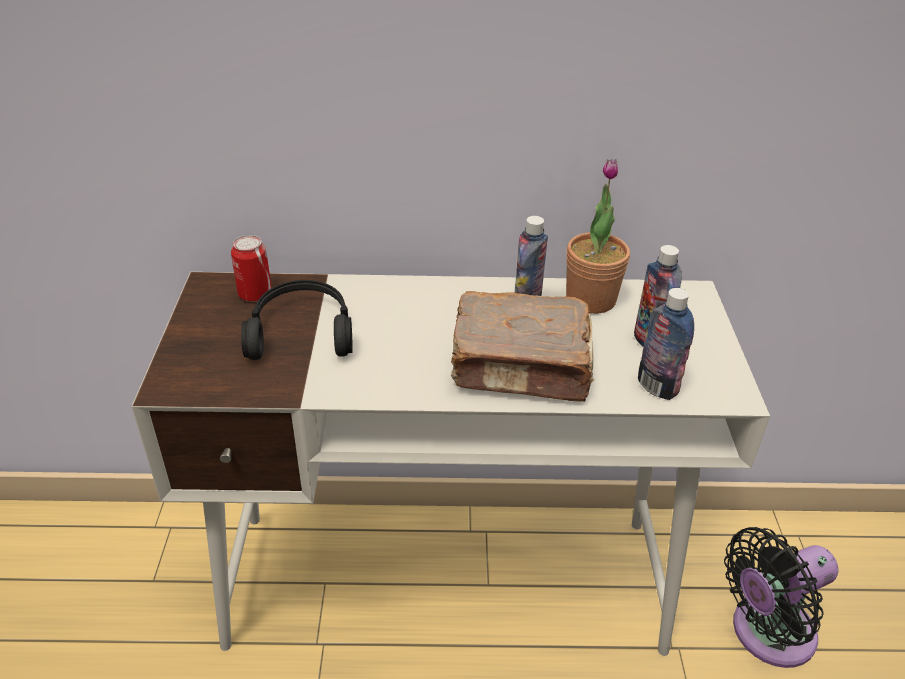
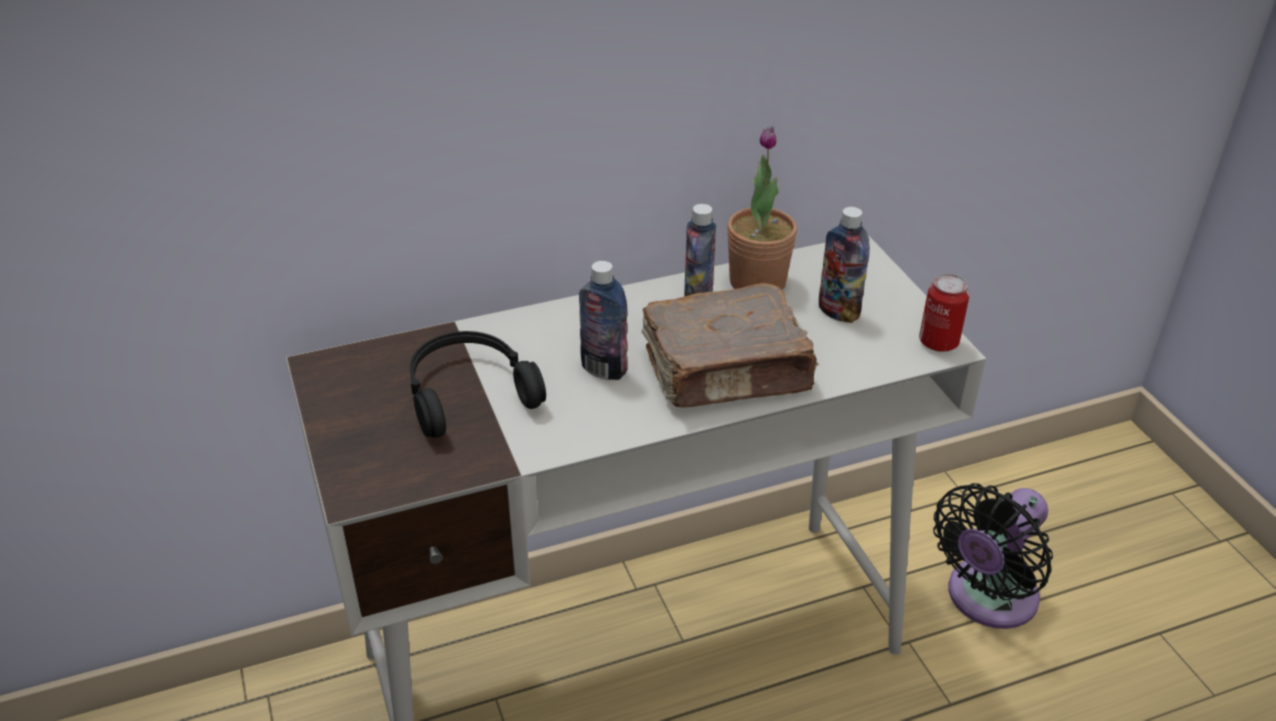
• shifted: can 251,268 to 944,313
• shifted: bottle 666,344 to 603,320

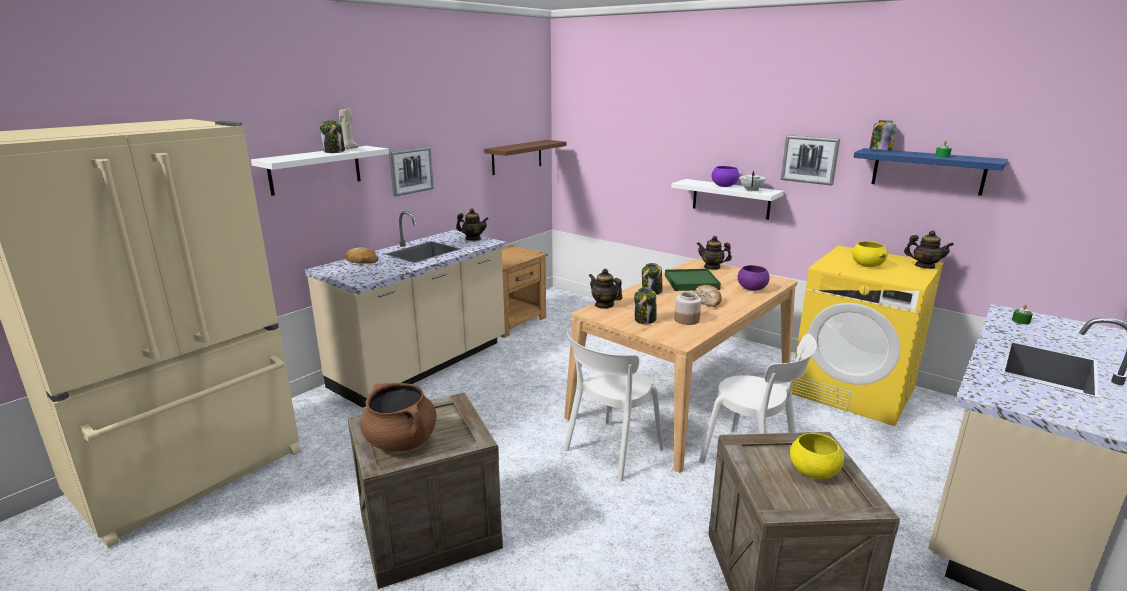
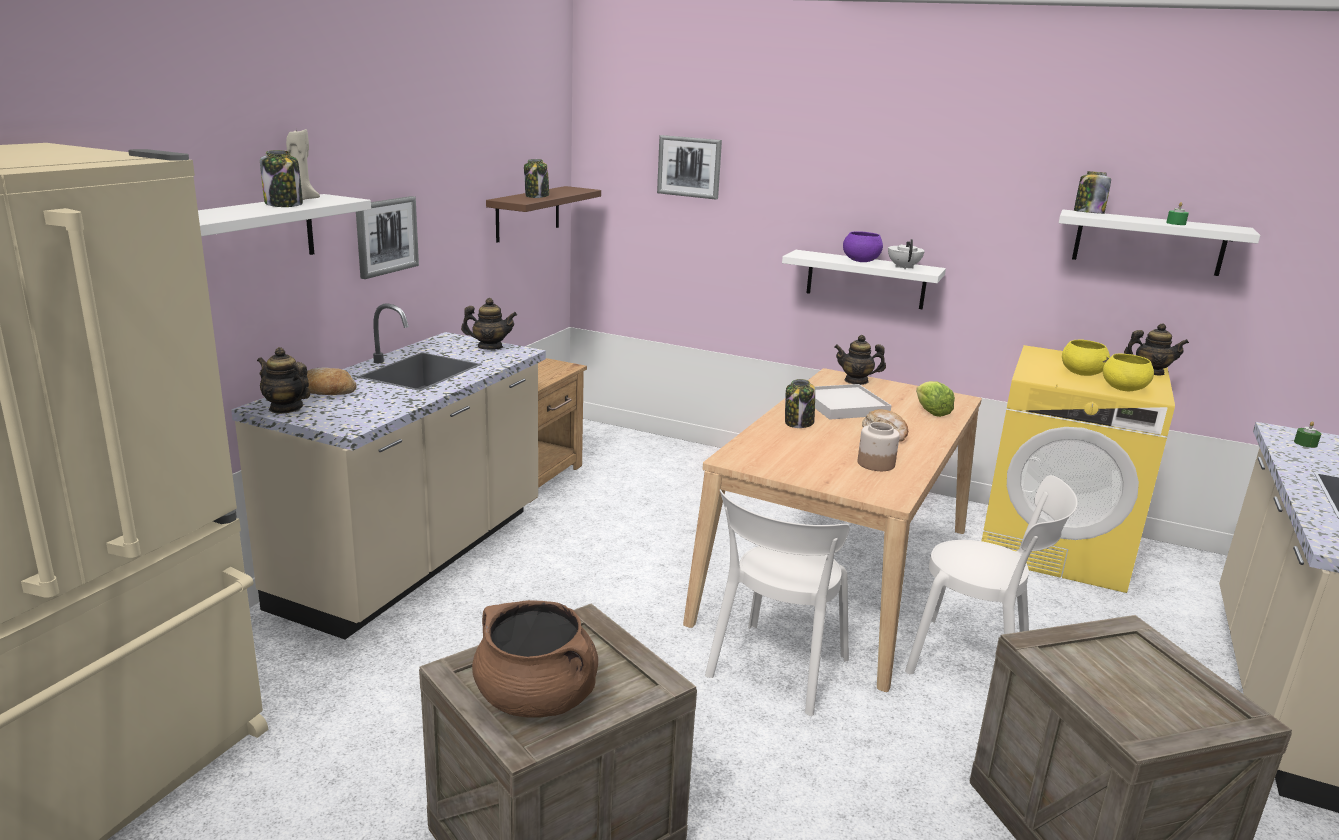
• shifted: teapot 605,289 to 283,380
• shifted: jar 645,305 to 536,178
• shifted: picture 810,160 to 689,167
• shifted: bowl in yellow 817,456 to 1128,372
• swapped: bowl in purple 754,278 to lettuce 935,399
• repainted: tray in green 693,280 to tray in white 853,402
• repainted: shelf in blue 930,172 to shelf in white 1159,243

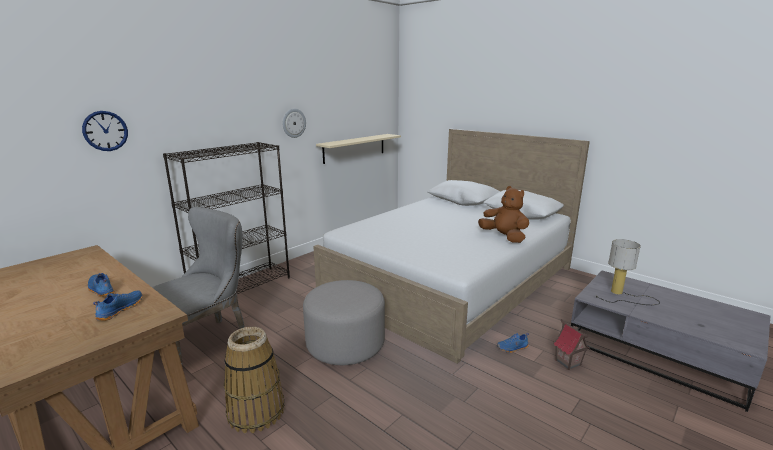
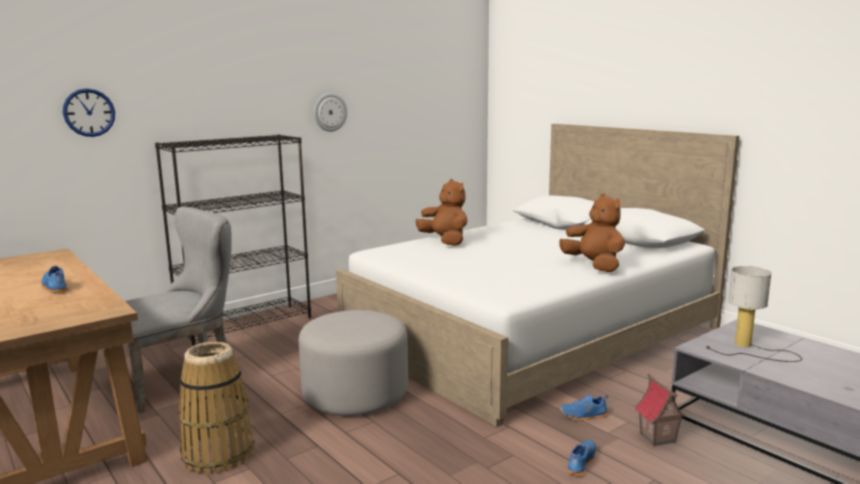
• gone: shelf in beige 358,149
• new: plush toy in brown 441,212
• shifted: shoe in blue 117,305 to 581,458

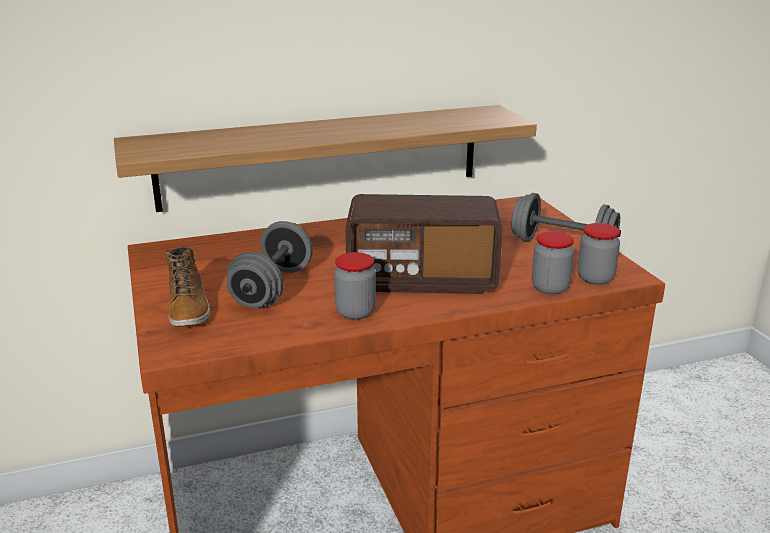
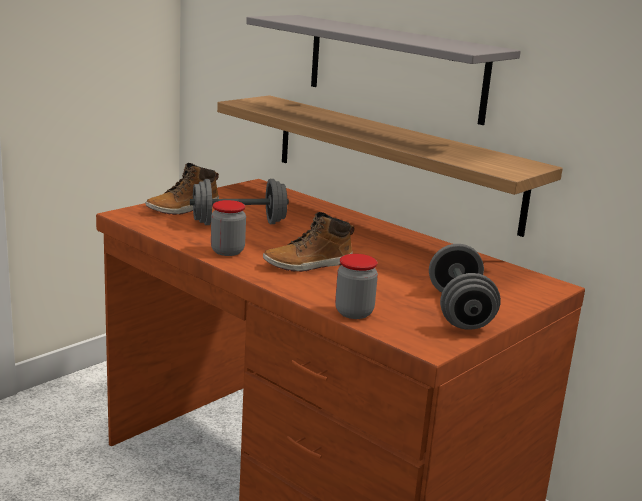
• gone: jar 599,254
• new: shelf in grey 383,70
• swapped: radio 424,244 to boot 309,242

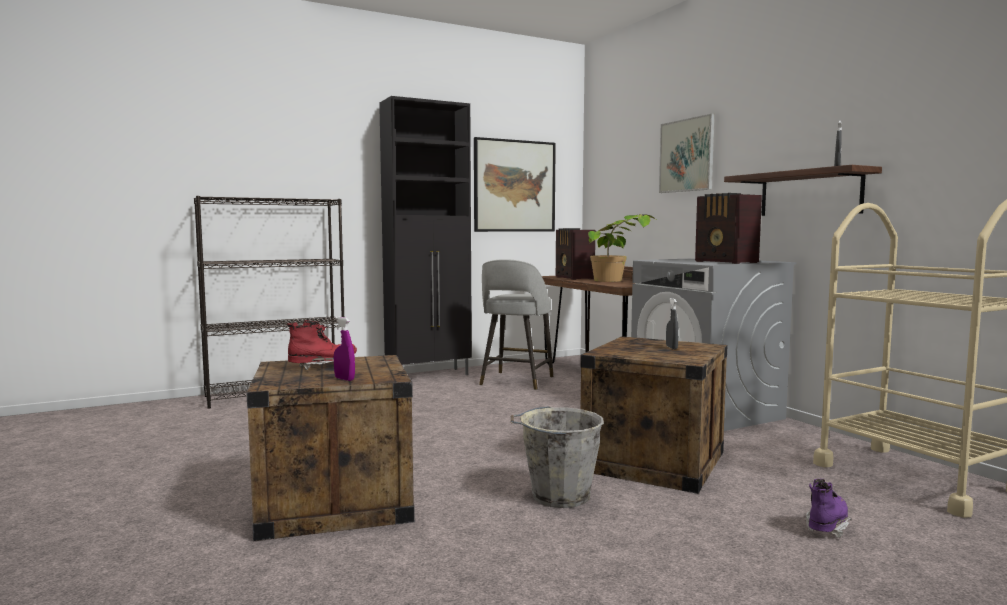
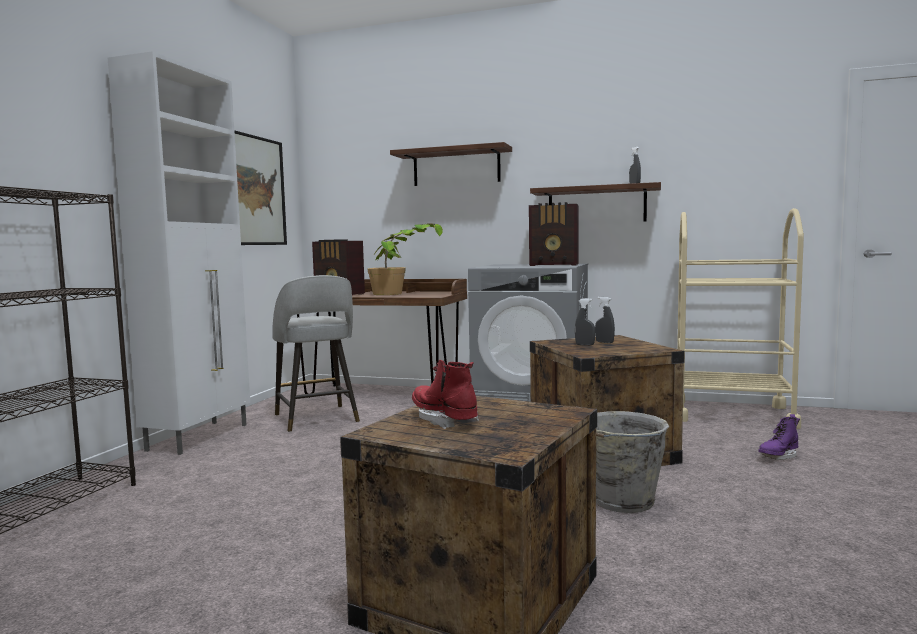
• gone: spray bottle in purple 344,349
• new: spray bottle in grey 585,322
• swapped: picture 687,153 to shelf 451,164
• repainted: cabinet in black 425,235 to cabinet in white 179,253
• rotated: boot in red 322,345 = 445,394 45 degrees counterclockwise
• rotated: boot in purple 829,508 = 779,437 120 degrees counterclockwise

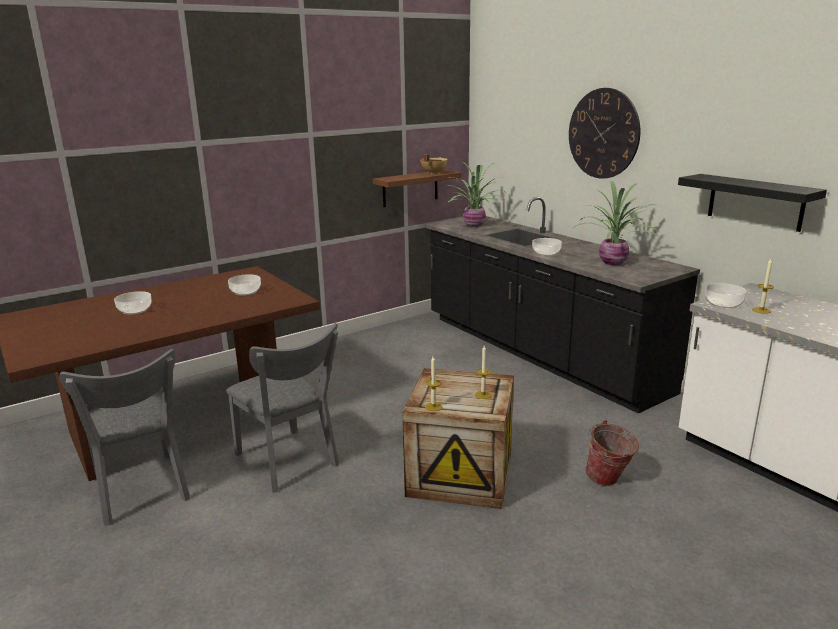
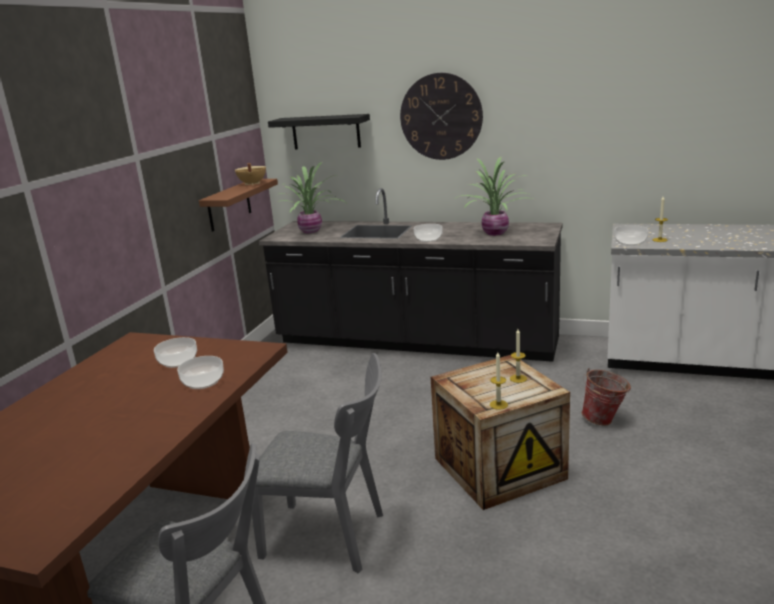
• shifted: bowl 133,303 to 200,372
• shifted: shelf in black 752,203 to 319,132

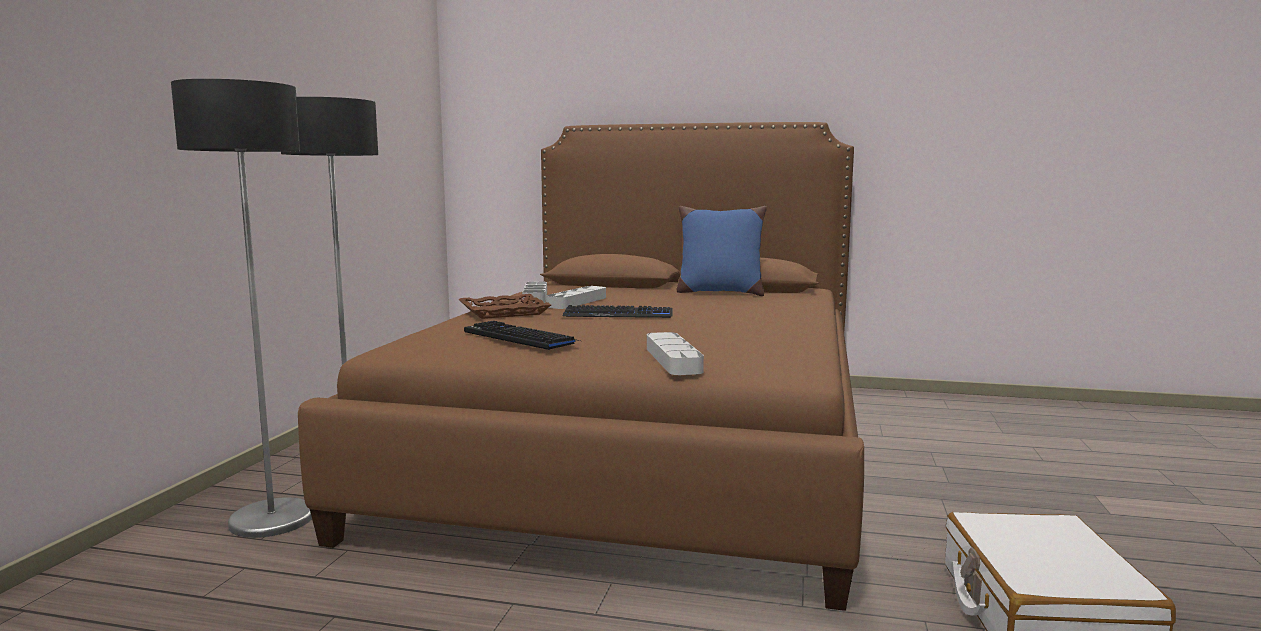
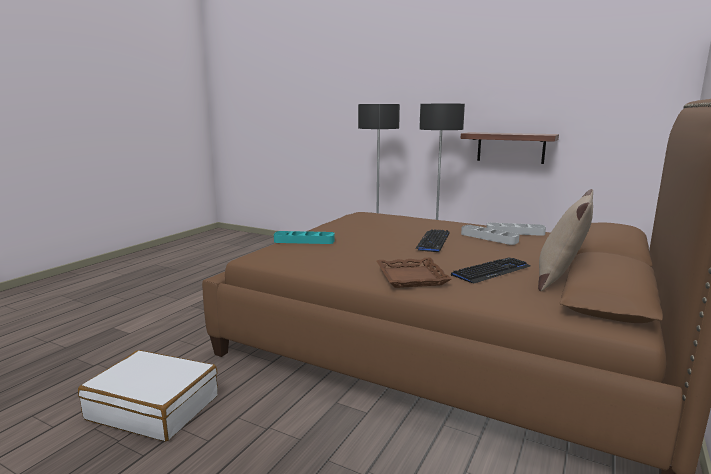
• new: shelf 509,148
• shifted: tray in brown 505,306 to 413,273
• shifted: keyboard 522,335 to 490,270
• repainted: tray in grey 675,353 to tray in turquoise 304,237
• repainted: pillow in blue 722,251 to pillow in beige 565,240

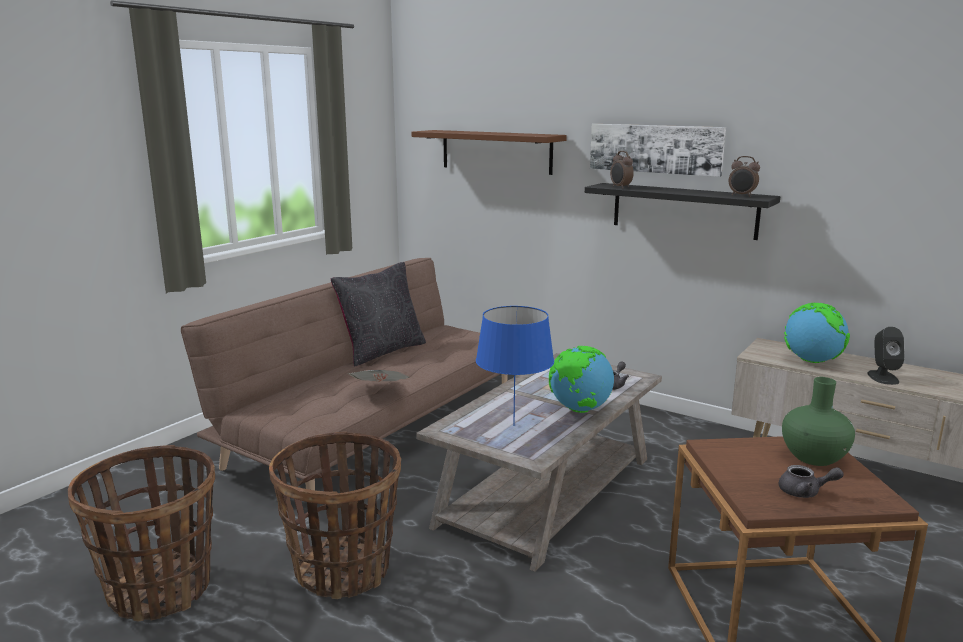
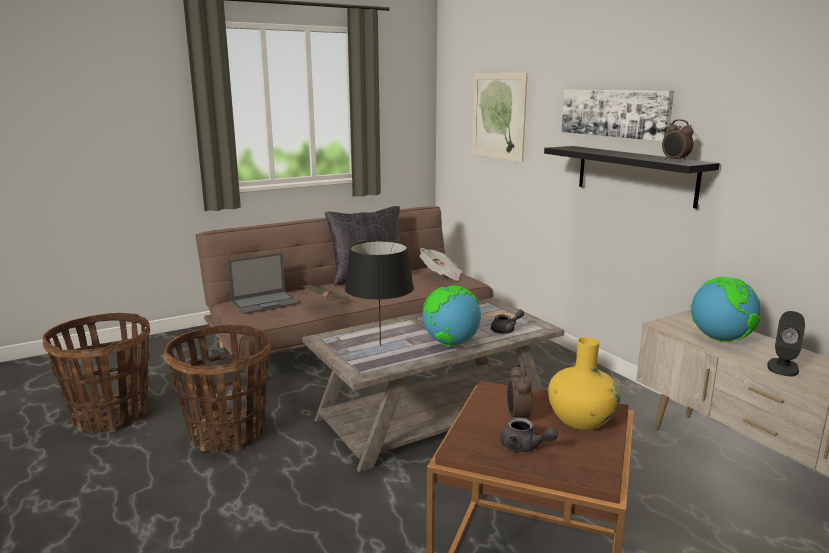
• new: laptop 264,283
• new: newspaper 441,264
• shifted: alarm clock 622,169 to 519,391
• swapped: shelf in brown 489,152 to picture 500,117
• repainted: table lamp in blue 515,366 to table lamp in black 379,293
• repainted: vase in green 818,421 to vase in yellow 584,383

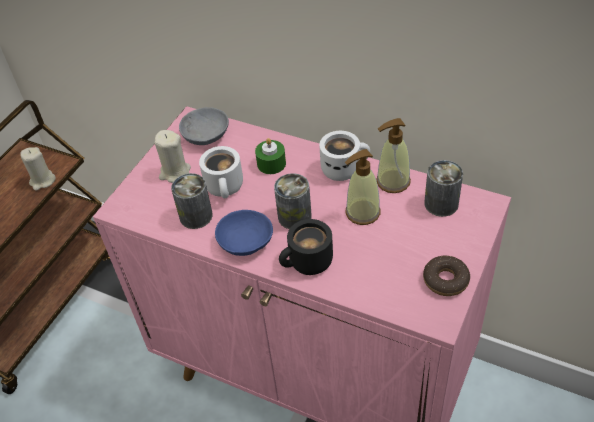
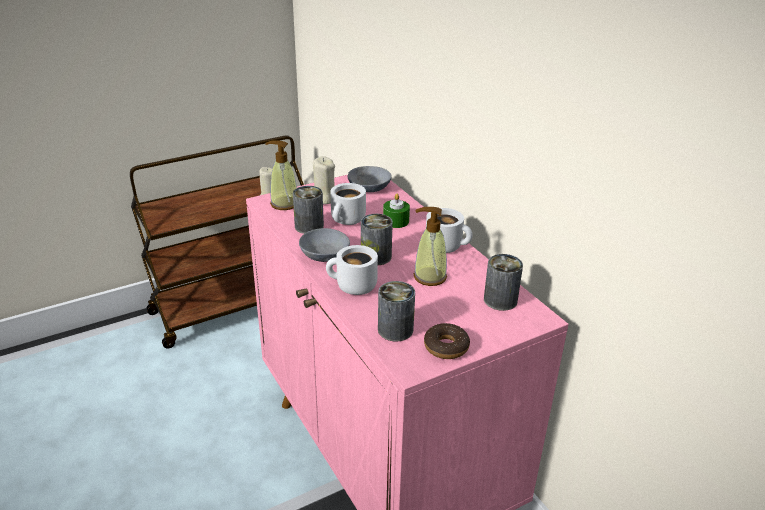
• new: can 396,311
• shifted: soap dispenser 393,155 to 281,175
• repainted: bowl in blue 244,233 to bowl in grey 324,245
• repainted: mug in black 306,247 to mug in white 352,270

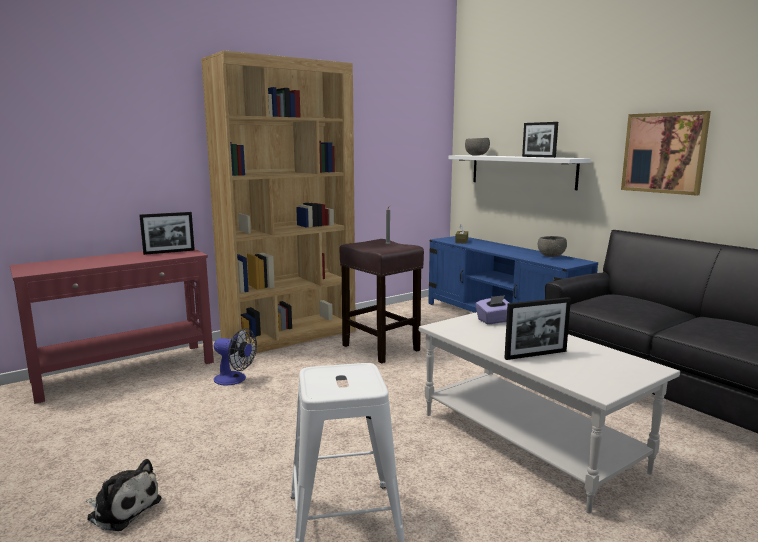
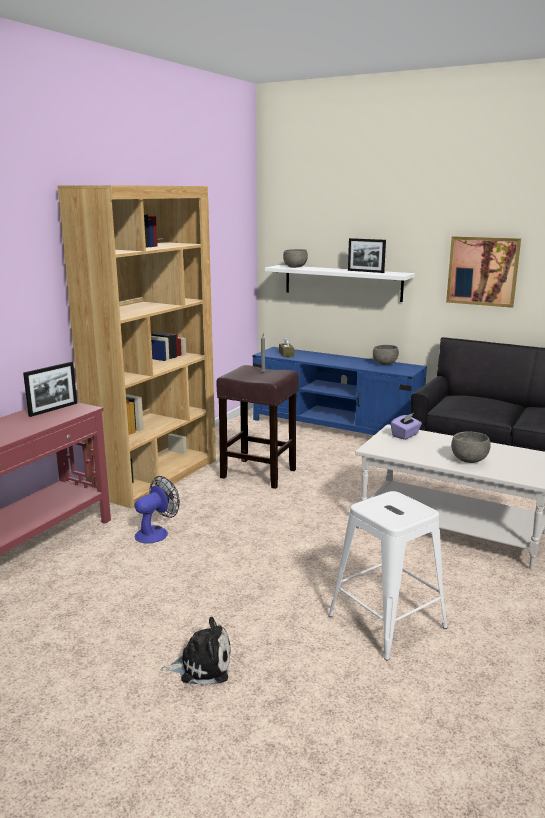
• swapped: picture frame 537,328 to bowl in grey 471,447
• rotated: fan 235,357 = 157,510 45 degrees counterclockwise

